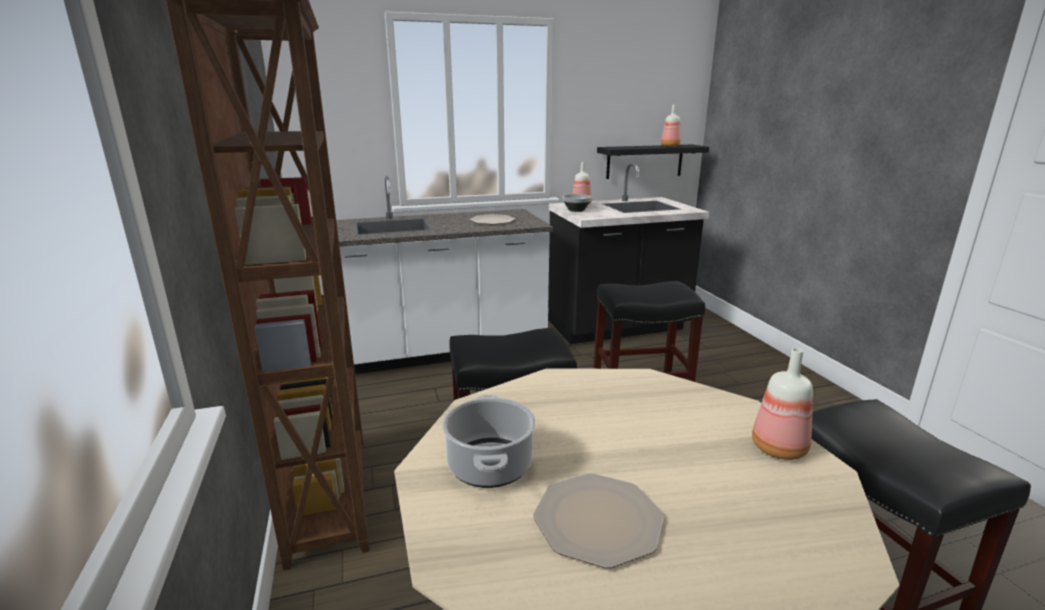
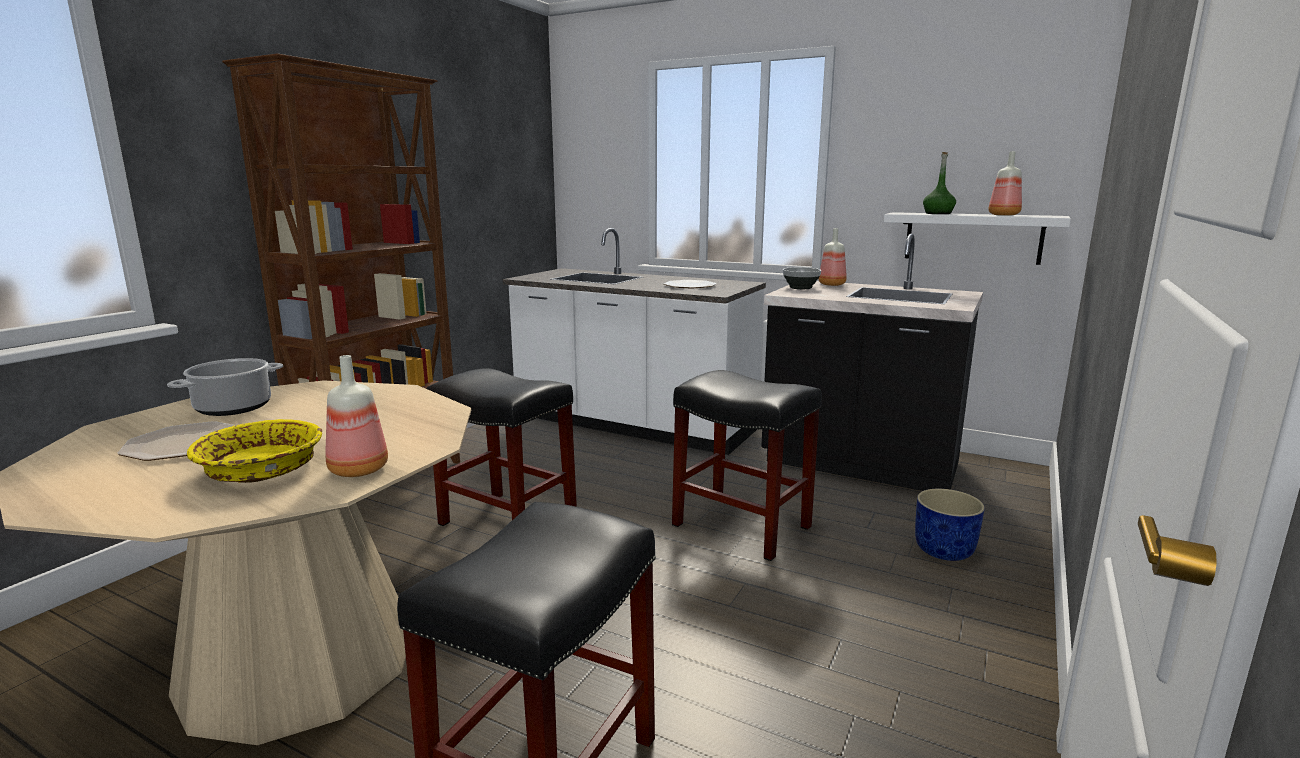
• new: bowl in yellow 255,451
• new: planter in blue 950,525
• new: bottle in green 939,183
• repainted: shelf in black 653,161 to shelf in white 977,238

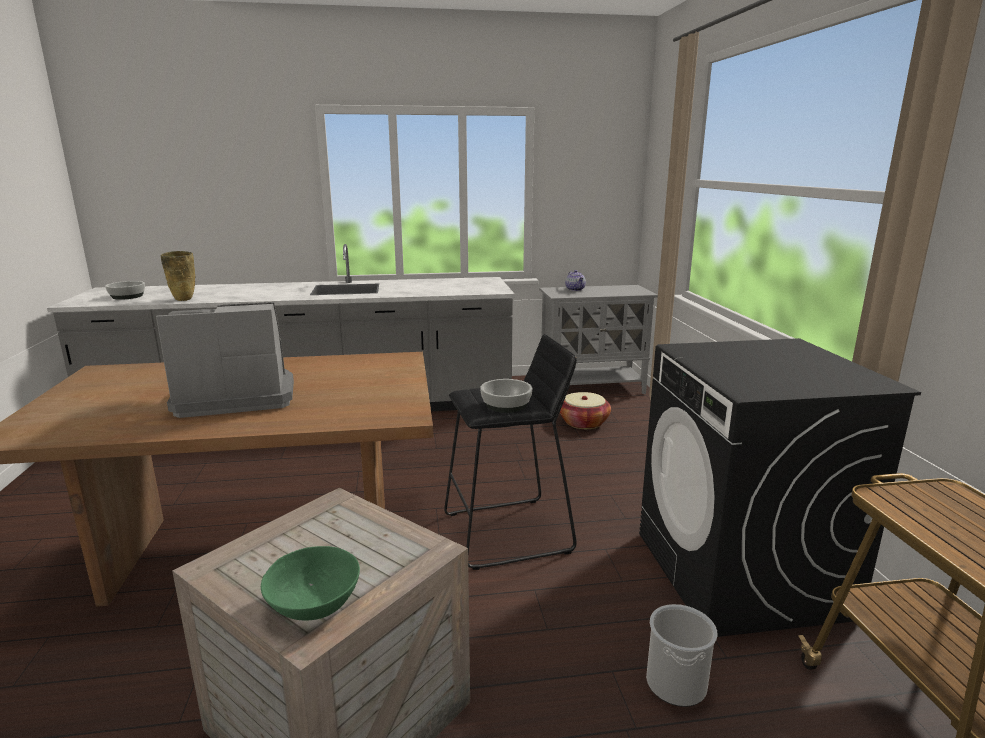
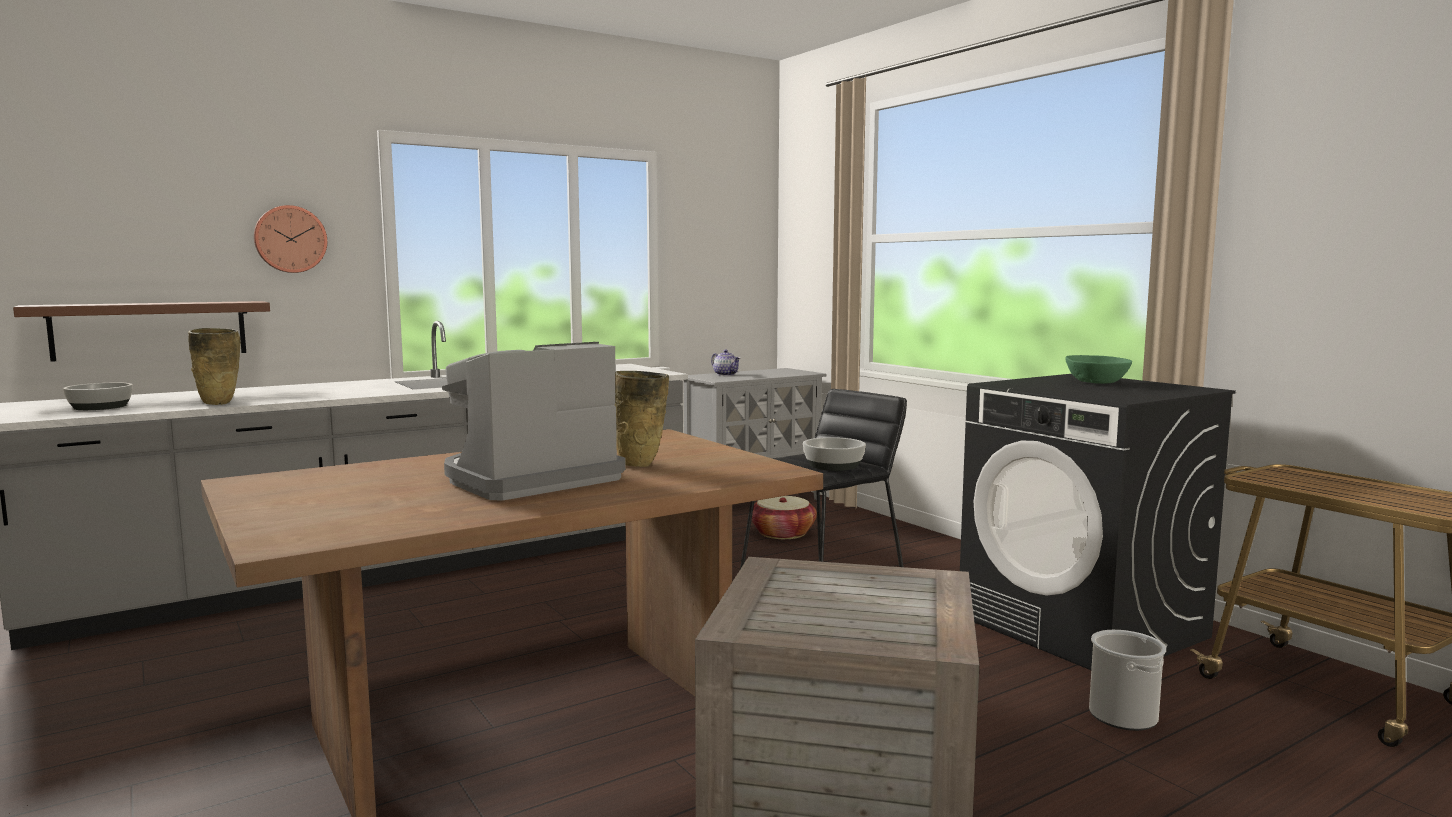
• new: shelf in brown 141,331
• new: wall clock 290,239
• new: vase in beige 642,419
• shifted: bowl in green 310,583 to 1098,369

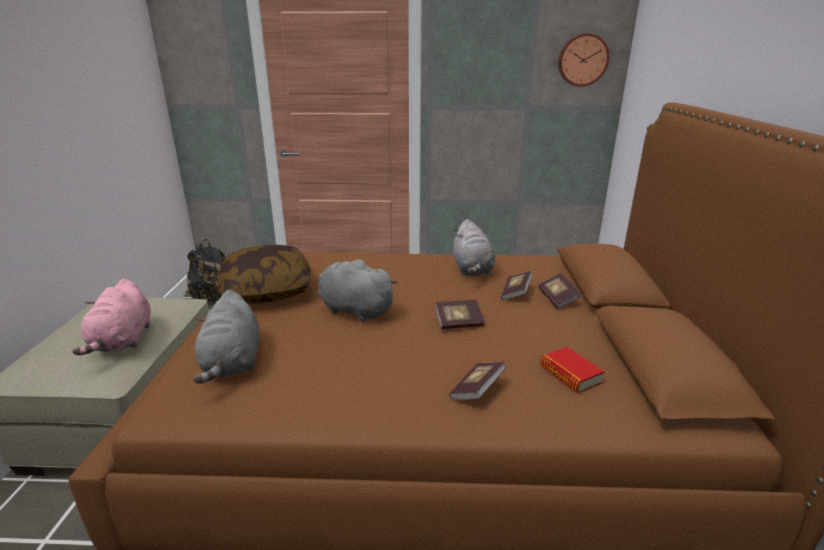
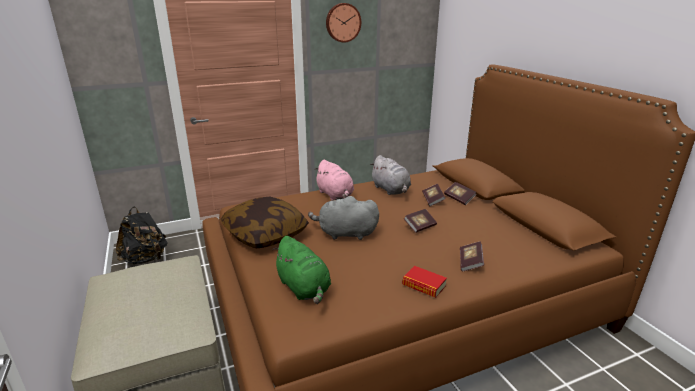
• shifted: plush toy in pink 112,317 to 334,180
• shifted: book 572,370 to 424,282
• shifted: wall clock 583,60 to 343,22
• repainted: plush toy in grey 226,337 to plush toy in green 301,270

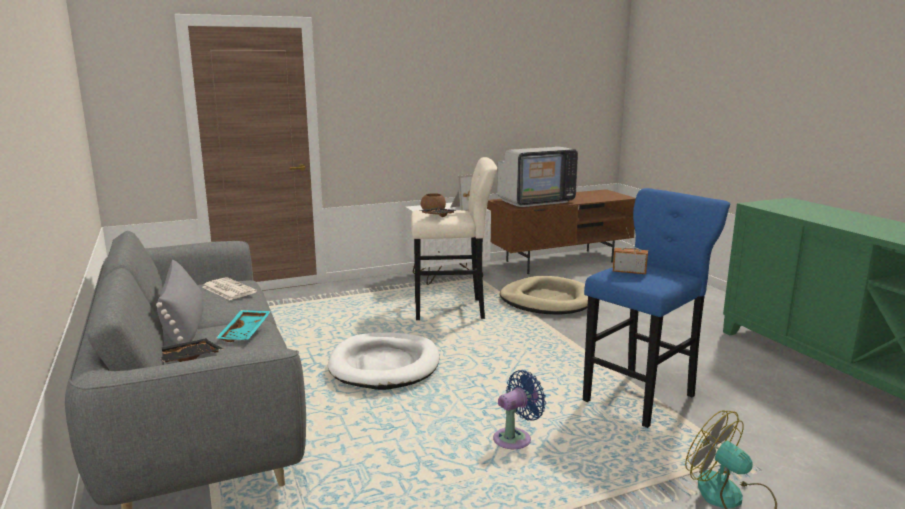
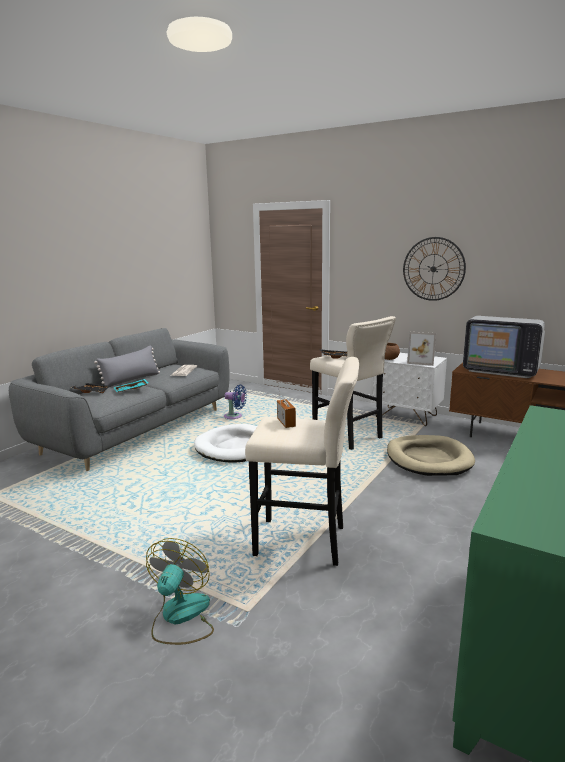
• new: wall clock 434,269
• shifted: fan in blue 519,409 to 235,401
• repainted: stool in blue 656,308 to stool in beige 302,461

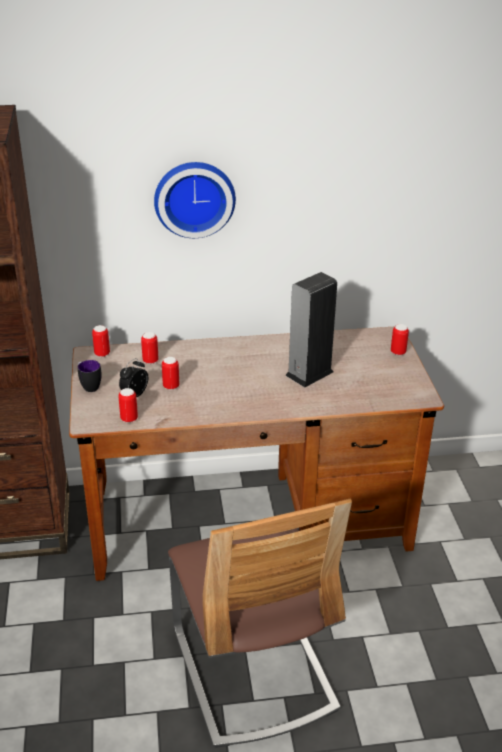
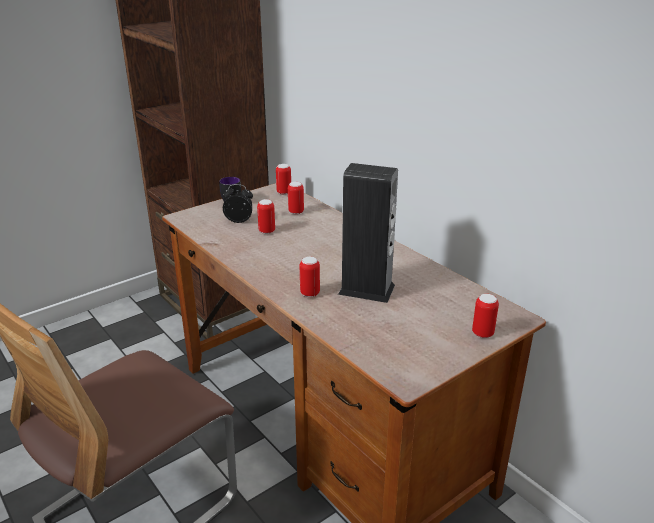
• gone: wall clock 195,200
• shifted: can 128,405 to 310,277

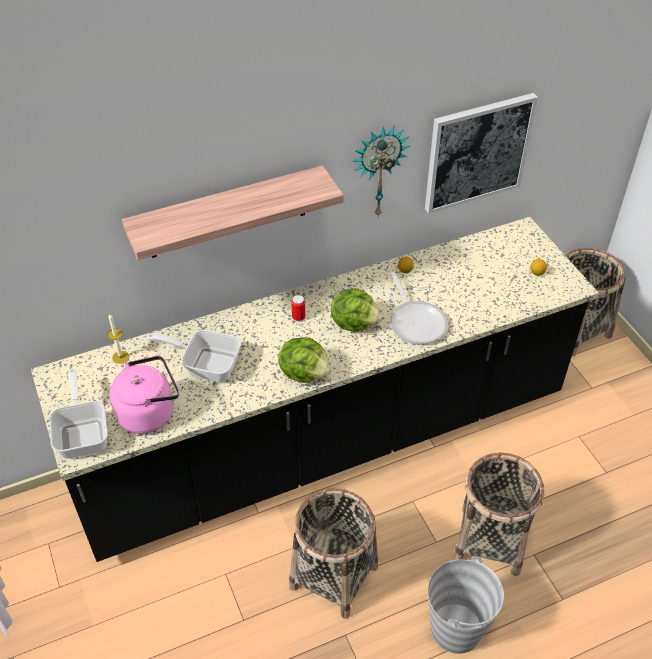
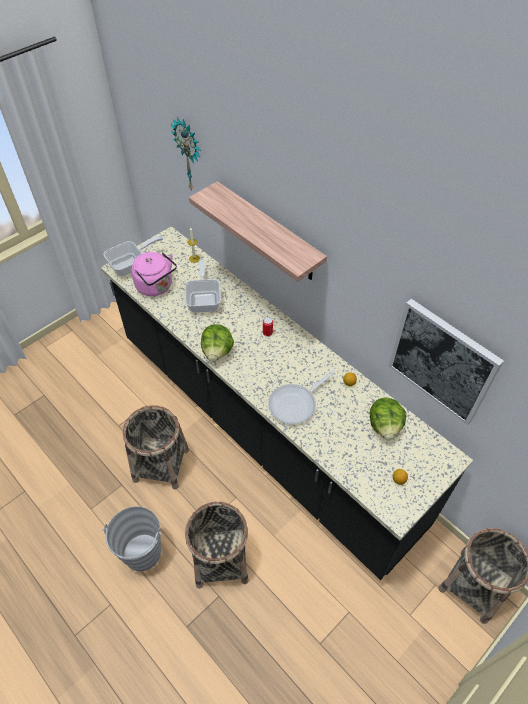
• shifted: lettuce 356,310 to 388,418
• shifted: wall clock 381,171 to 186,154

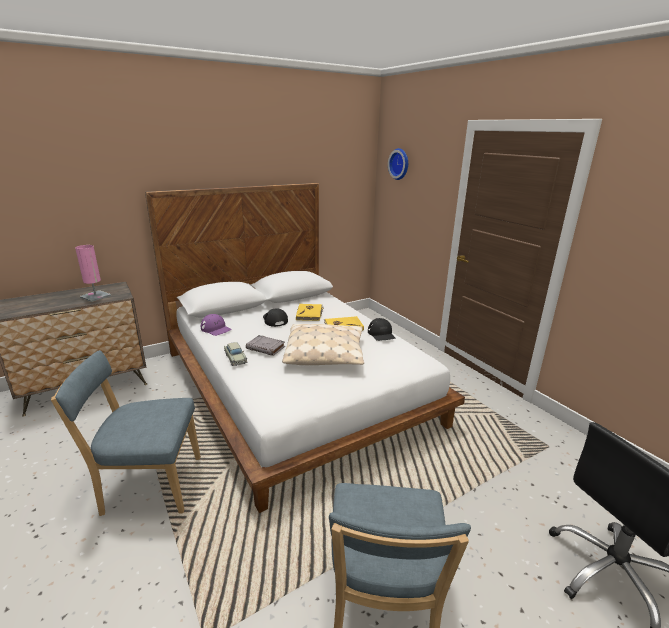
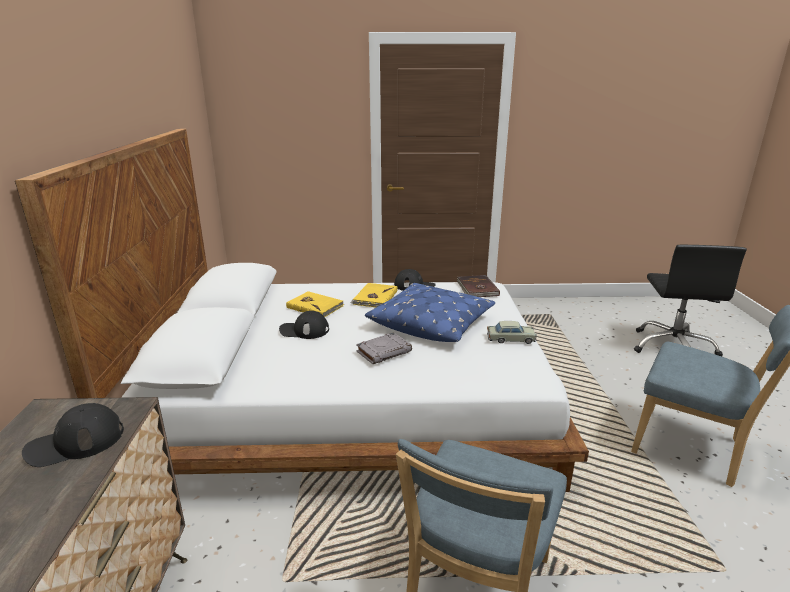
• gone: cap in purple 216,325
• gone: wall clock 398,164
• new: book in brown 478,286
• shifted: toy car in beige 236,354 to 512,332
• swapped: table lamp in pink 93,273 to cap in black 73,435
• repainted: pillow in beige 323,344 to pillow in blue 430,312

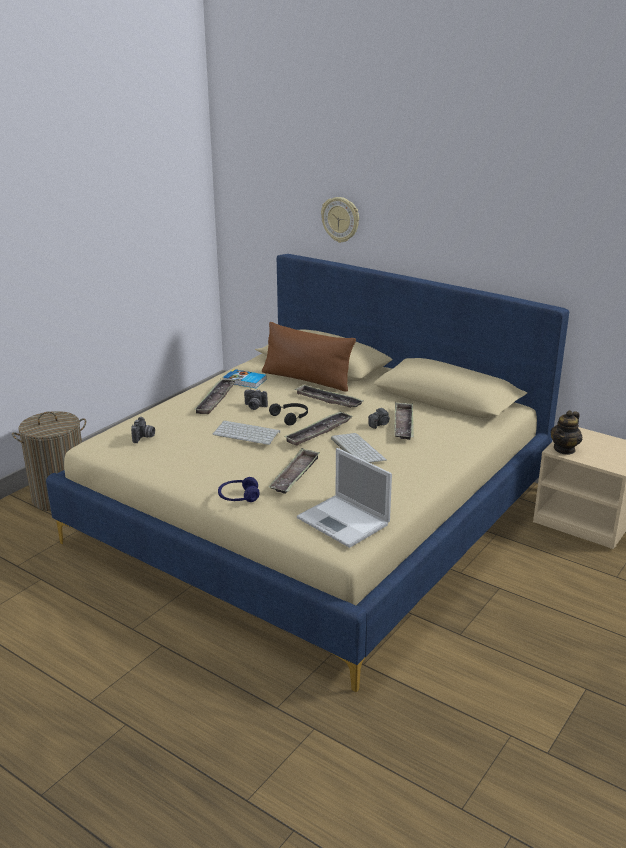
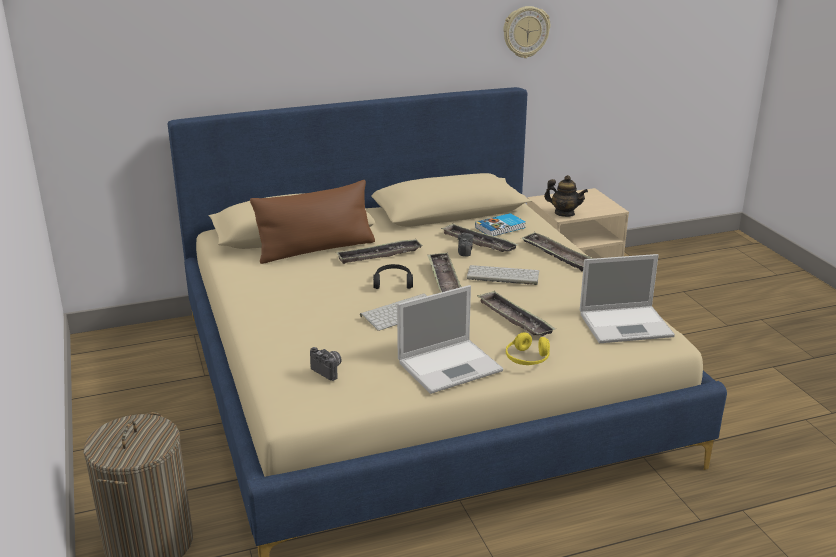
• gone: photo camera 256,399
• new: laptop 450,339
• shifted: tray 215,396 to 558,251
• shifted: book 245,378 to 500,224
• shifted: wall clock 340,220 to 526,32
• repainted: headphones in blue 238,489 to headphones in yellow 528,348
• rotated: teapot 566,432 = 566,196 45 degrees counterclockwise

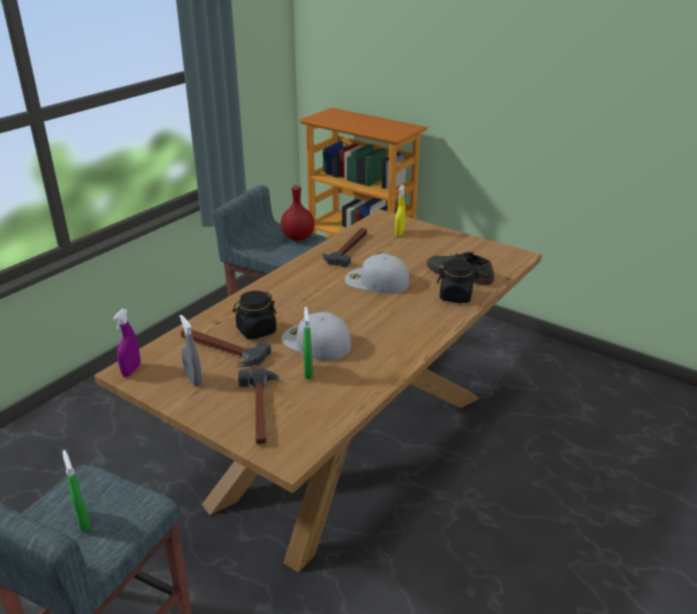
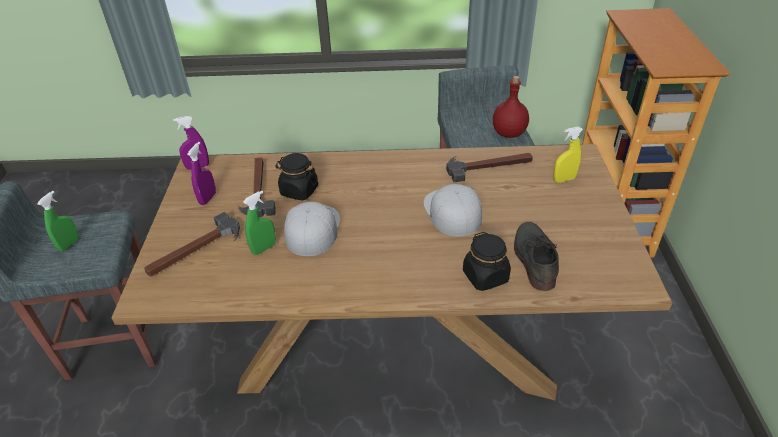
• repainted: spray bottle in grey 191,350 to spray bottle in purple 201,173

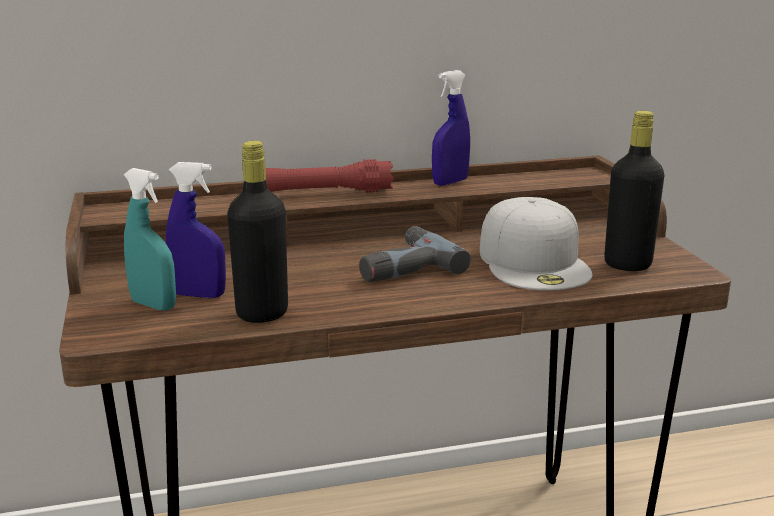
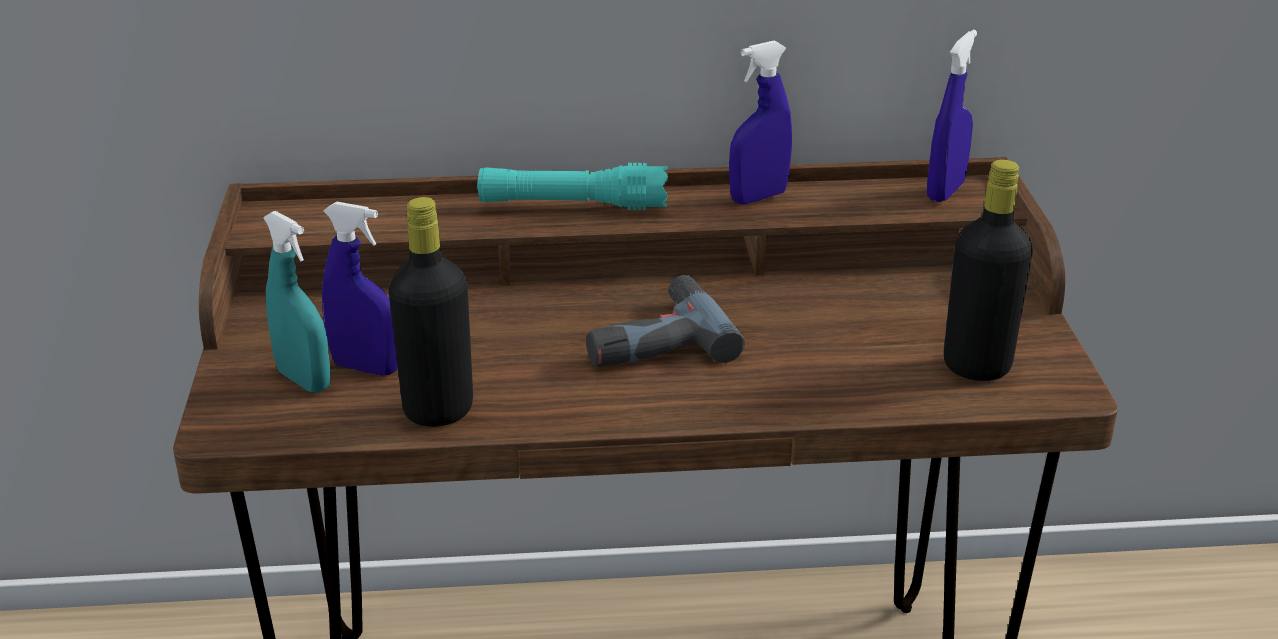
• gone: cap in white 536,244
• new: spray bottle in blue 952,116
• repainted: flashlight in red 329,175 to flashlight in turquoise 572,186

